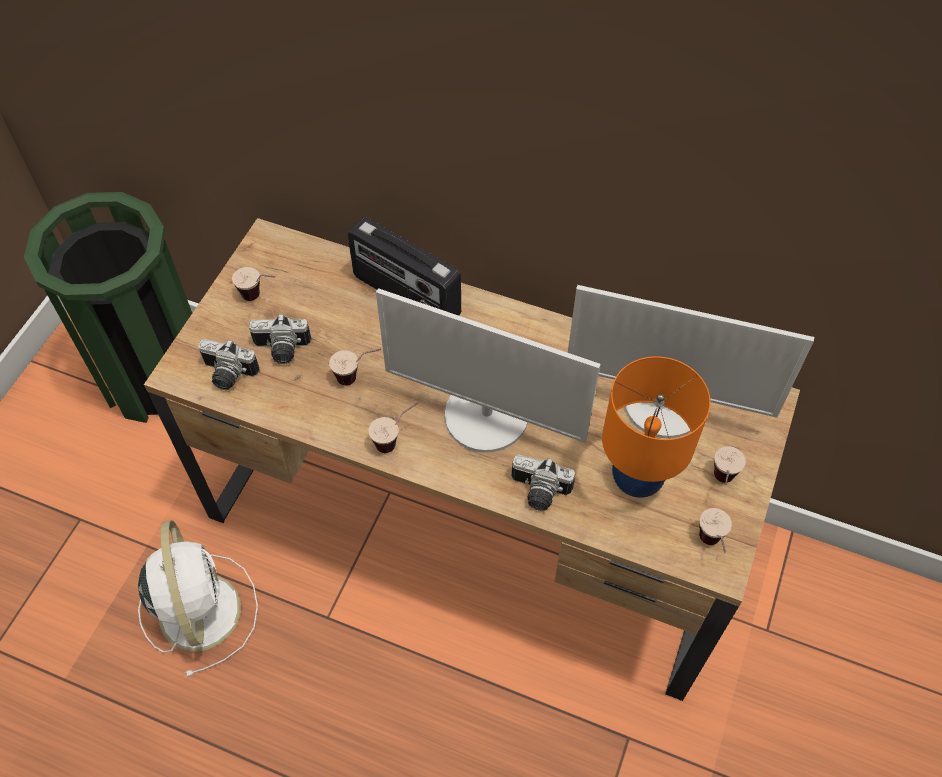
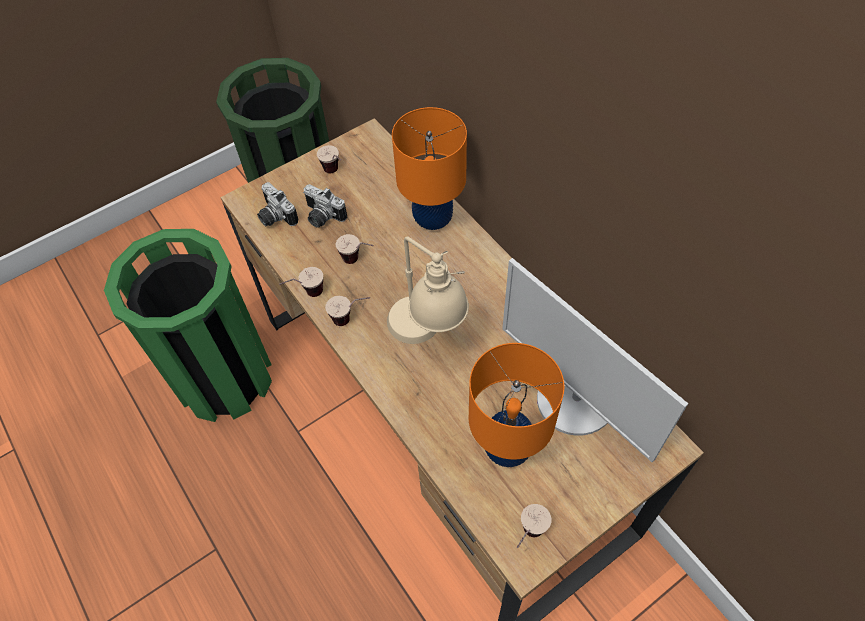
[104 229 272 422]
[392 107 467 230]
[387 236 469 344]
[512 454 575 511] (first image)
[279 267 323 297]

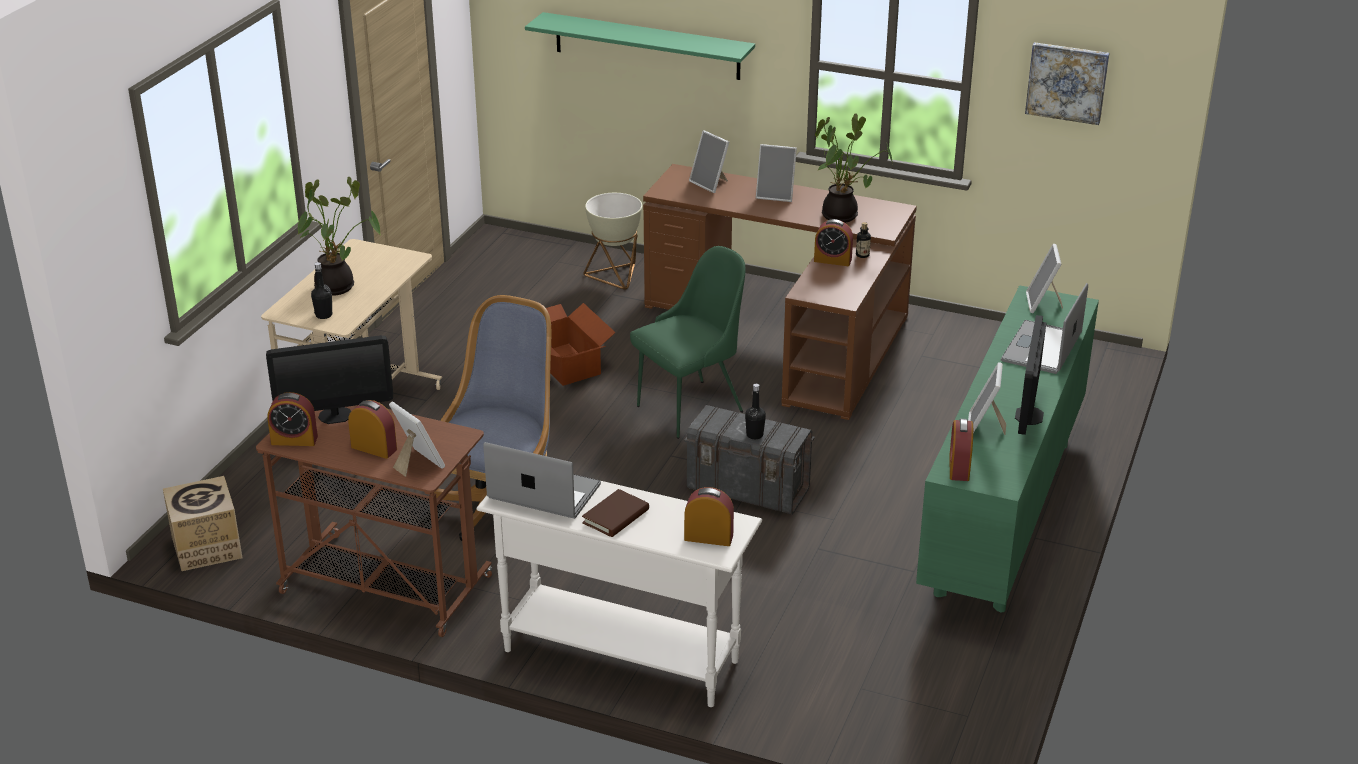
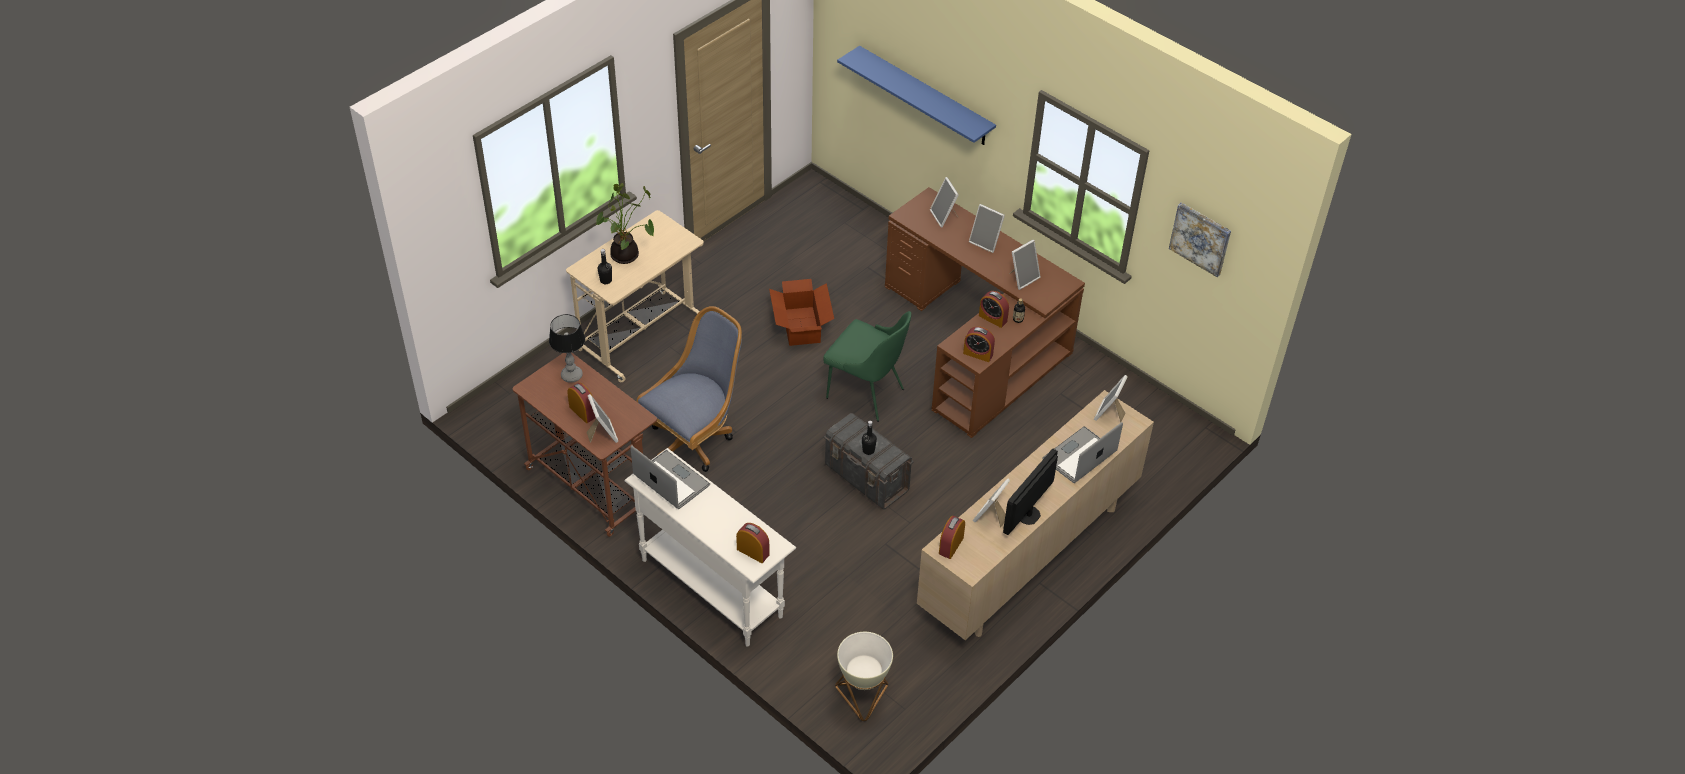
[163 476 242 571] (first image)
[549 314 585 383]
[963 326 995 362]
[837 46 996 145]
[582 489 649 537] (first image)
[835 632 893 721]
[823 311 911 422]
[1009 240 1041 290]
[917 390 1154 640]

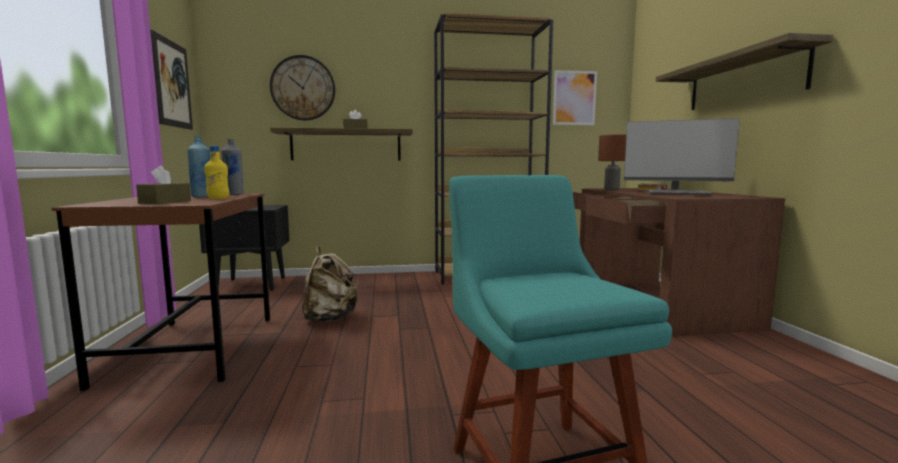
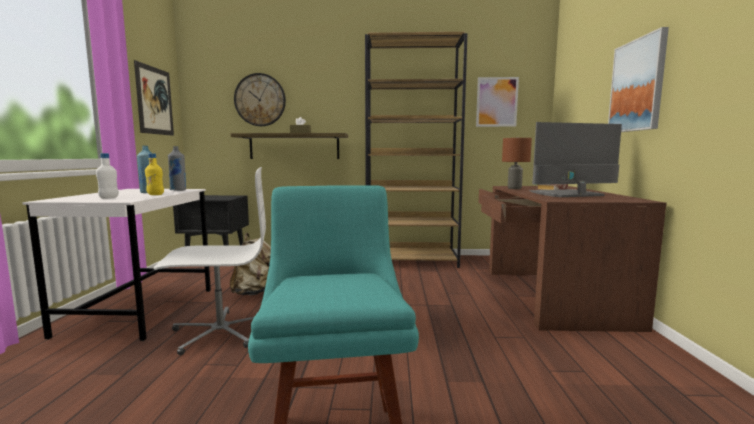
[22 189 211 341]
[96 153 119 199]
[529 122 622 197]
[608 27 669 132]
[154 167 266 355]

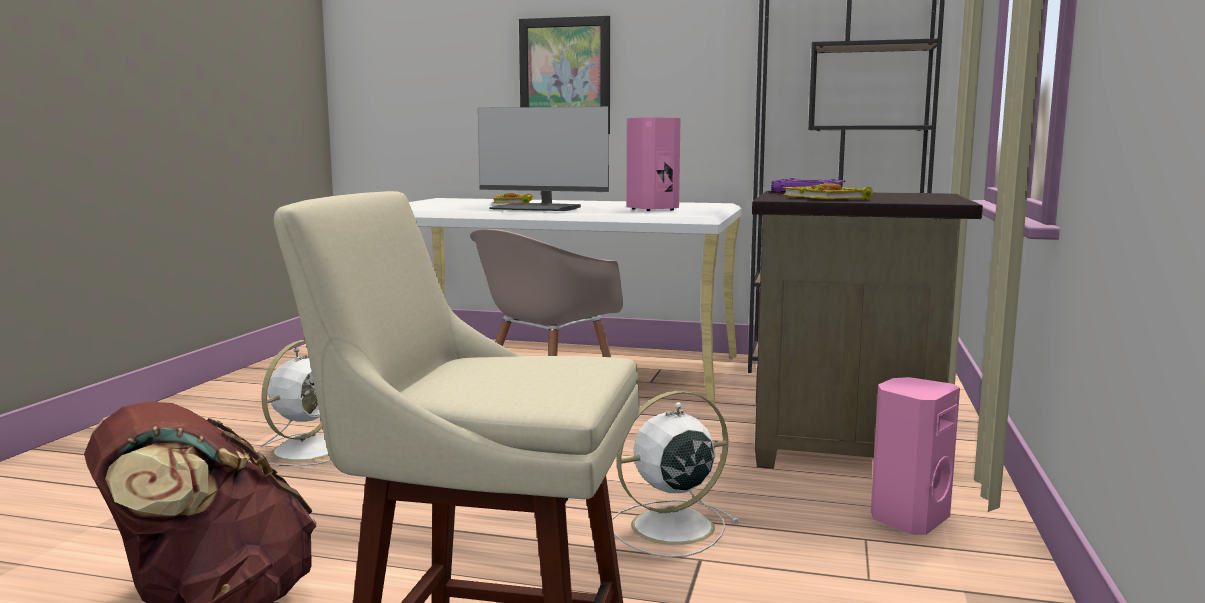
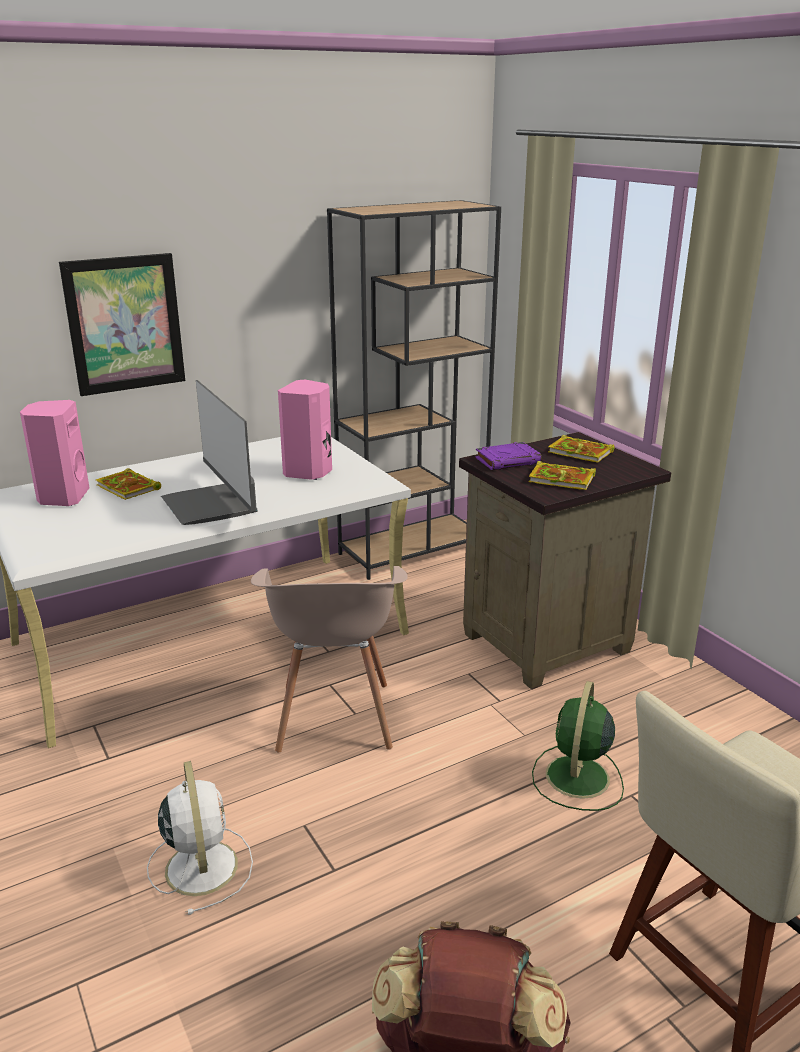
[161 380 257 525]
[532 681 624 811]
[20 400 89 506]
[548 435 614 463]

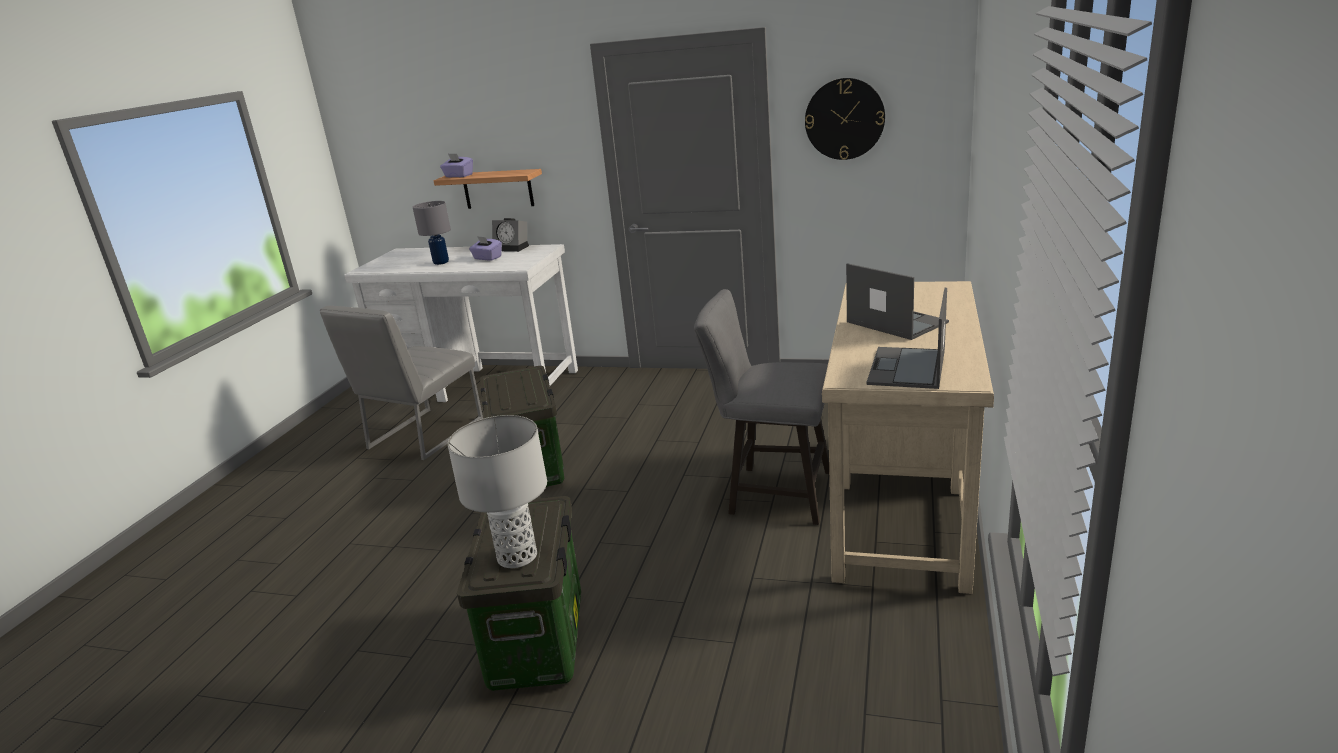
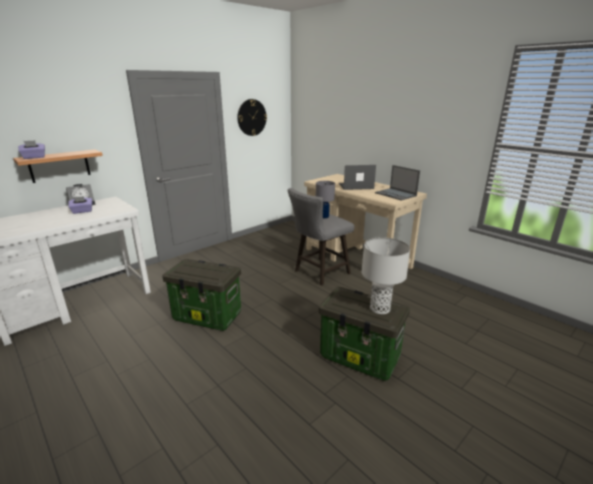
[320 306 483 460] (first image)
[316 181 335 218]

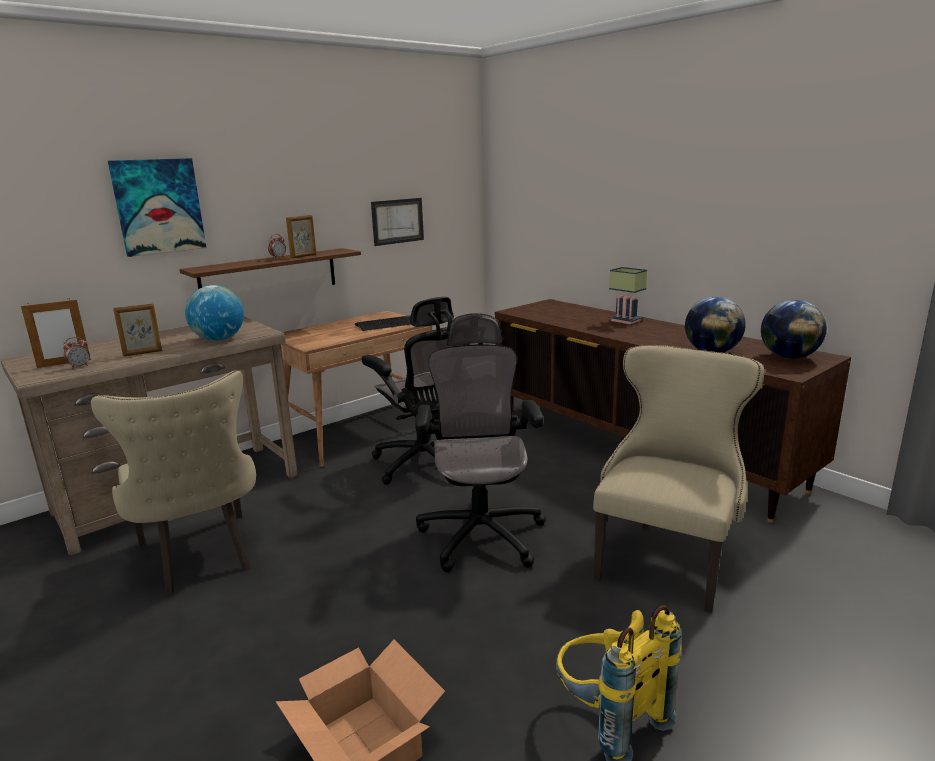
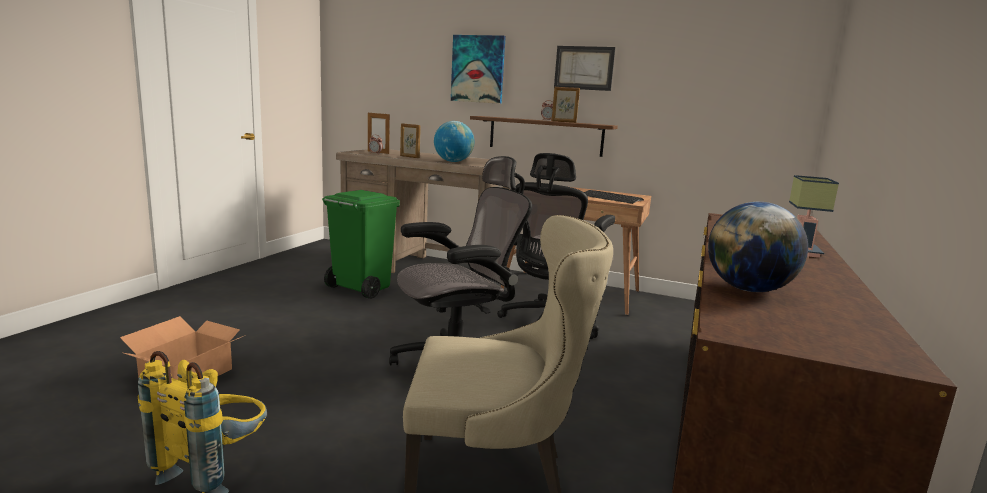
[322 190 400 299]
[554 46 616 91]
[761 300 827 359] (first image)

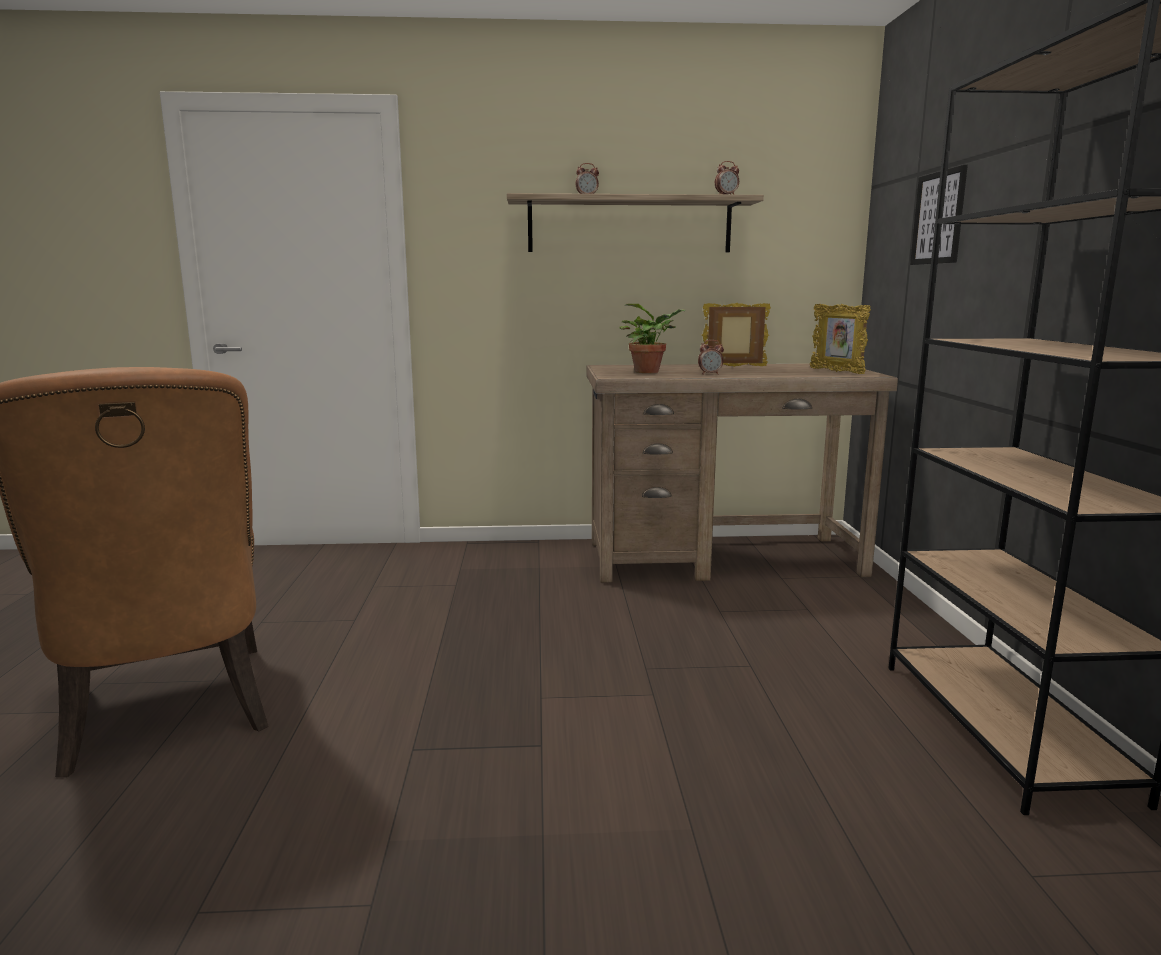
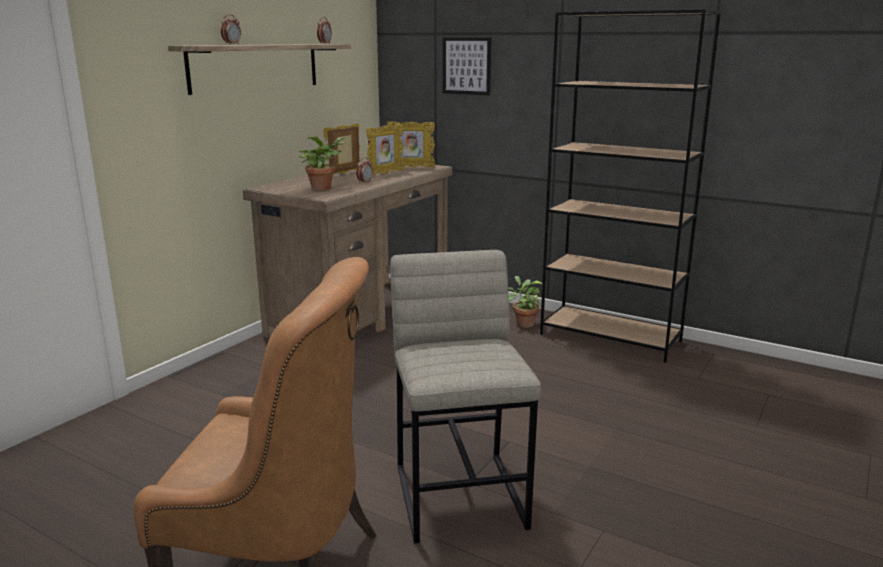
[366 124 404 175]
[390 250 541 543]
[508 276 542 328]

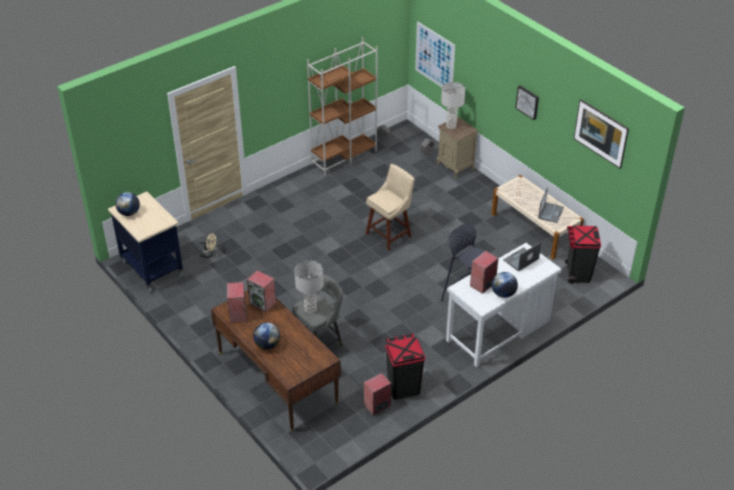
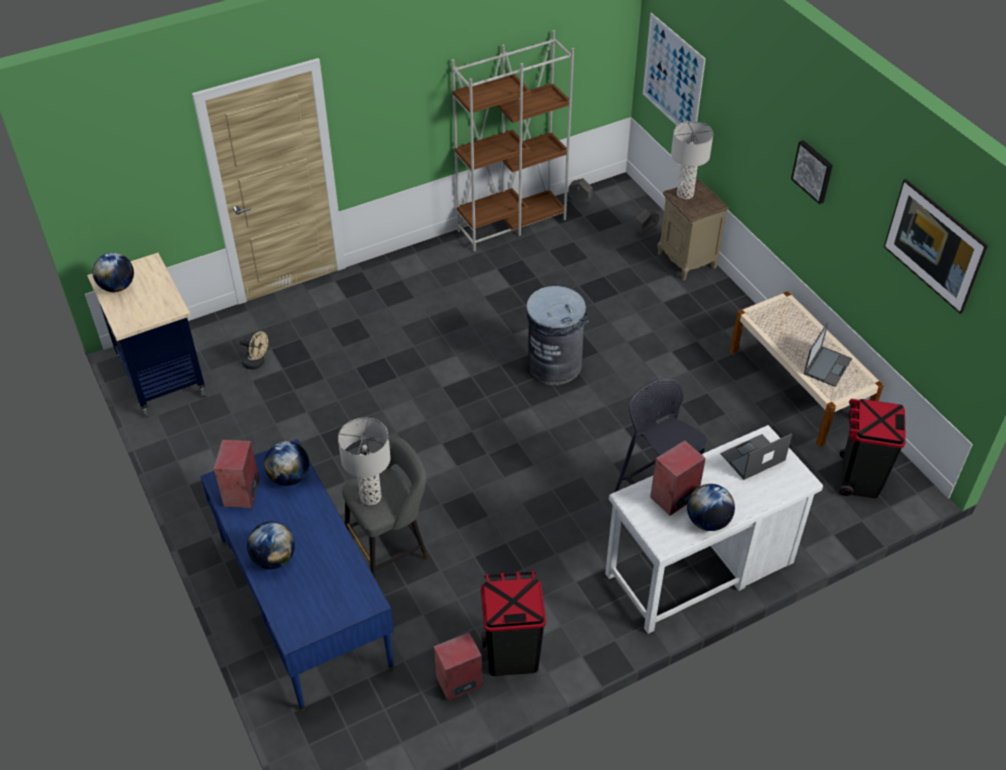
[200 439 394 711]
[264 441 309 486]
[526 286 589 385]

